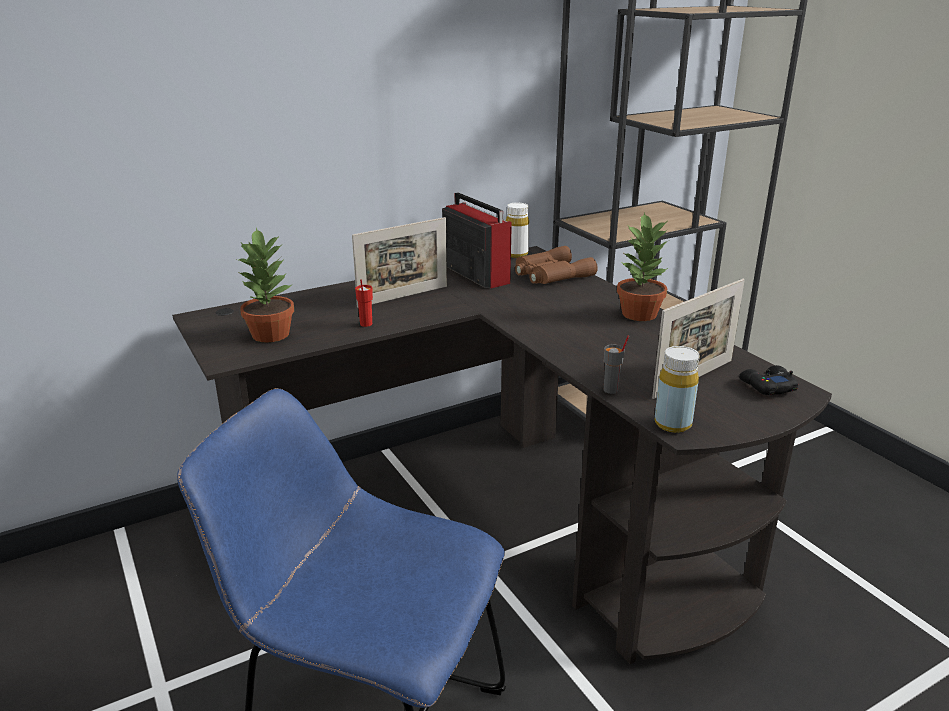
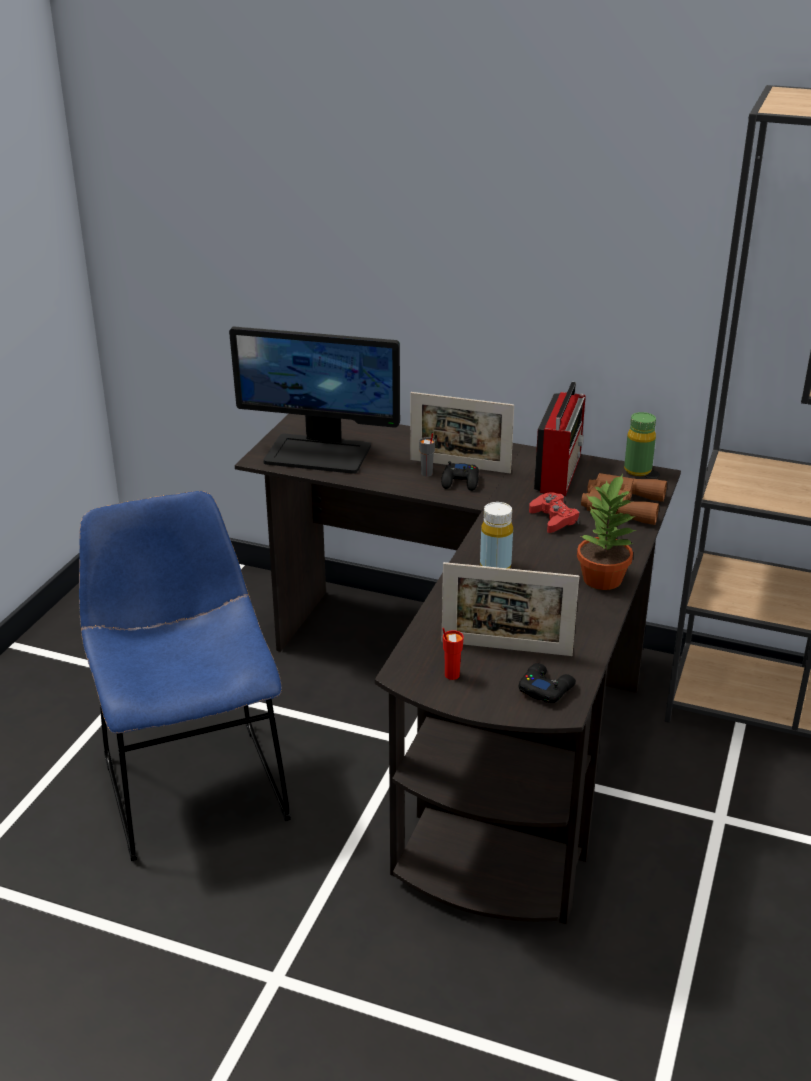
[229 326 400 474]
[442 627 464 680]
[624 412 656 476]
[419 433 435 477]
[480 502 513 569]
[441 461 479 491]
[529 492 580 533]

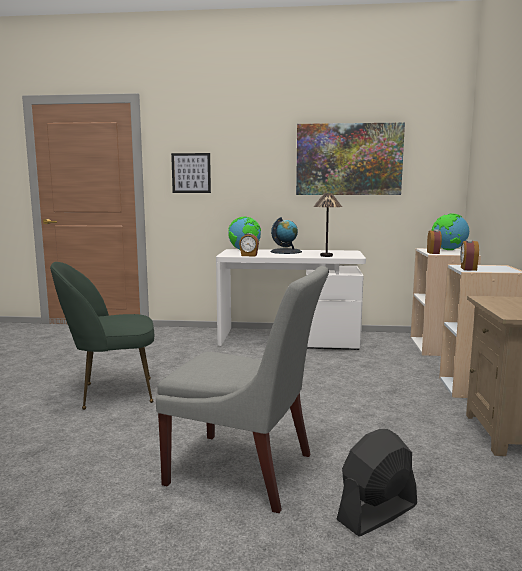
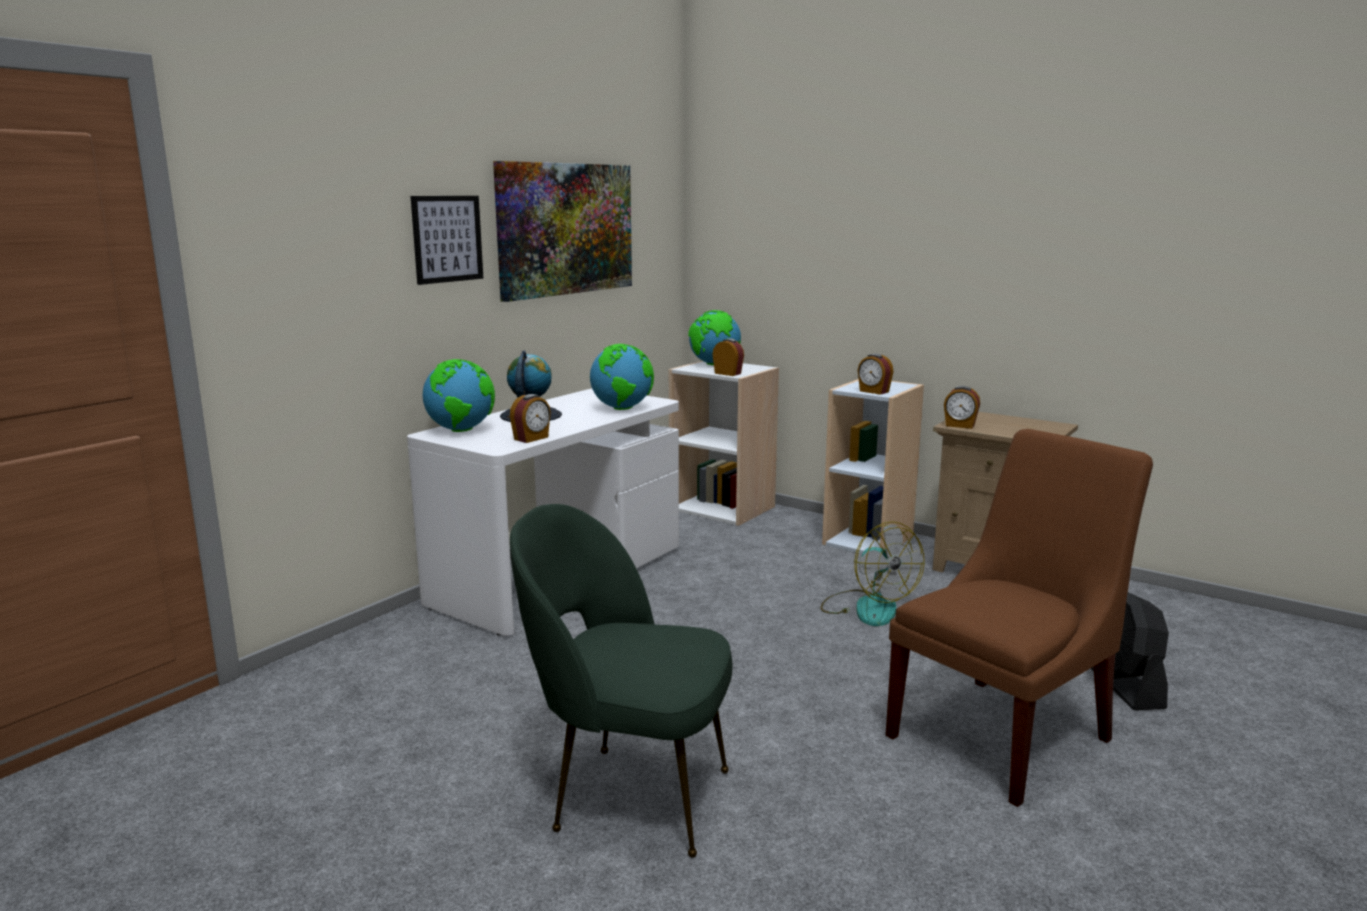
[510 504 732 858]
[885 429 1153 807]
[411 196 483 285]
[590 344 654 410]
[820 521 925 626]
[944 386 980 429]

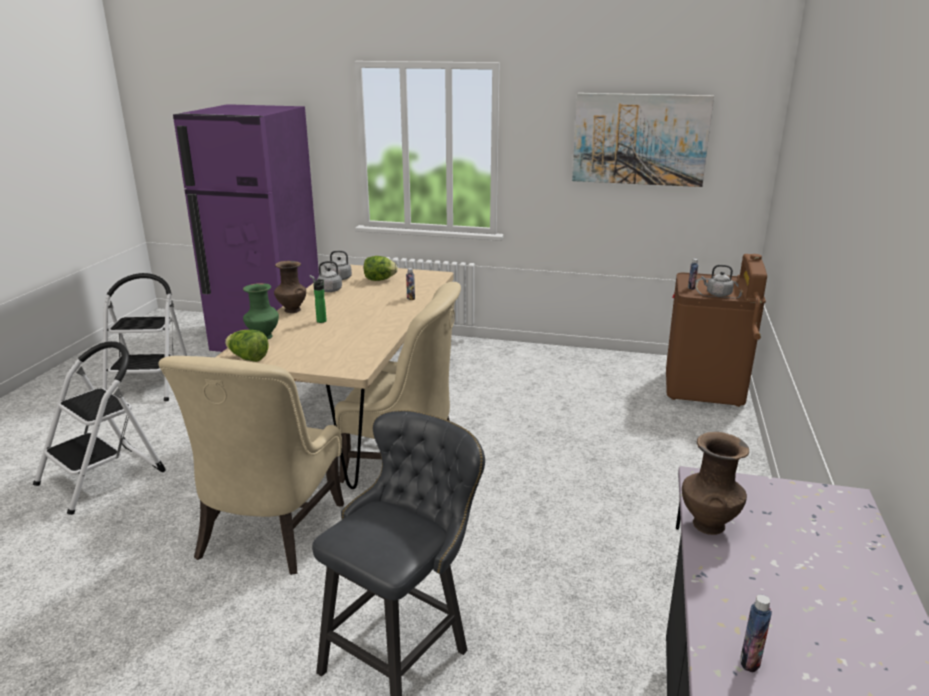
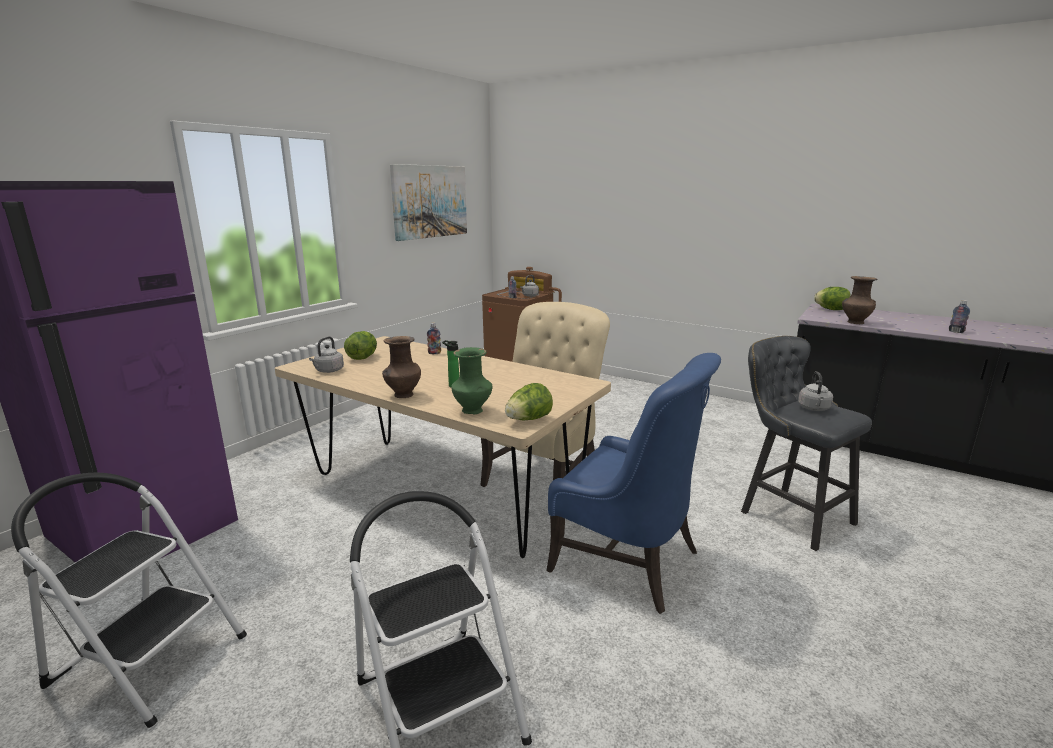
[546 353 721 614]
[798 371 833 411]
[814 287 851 310]

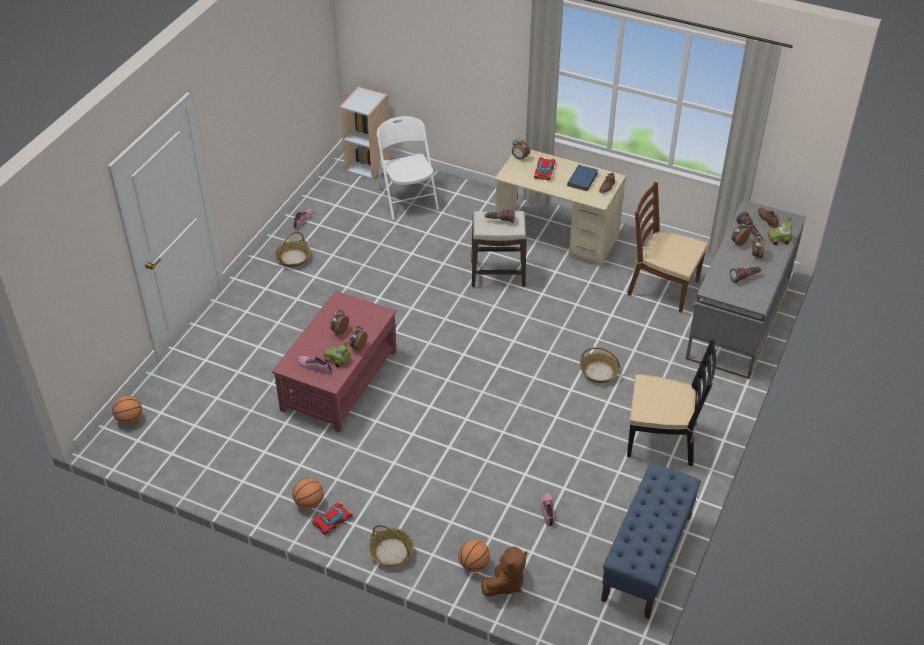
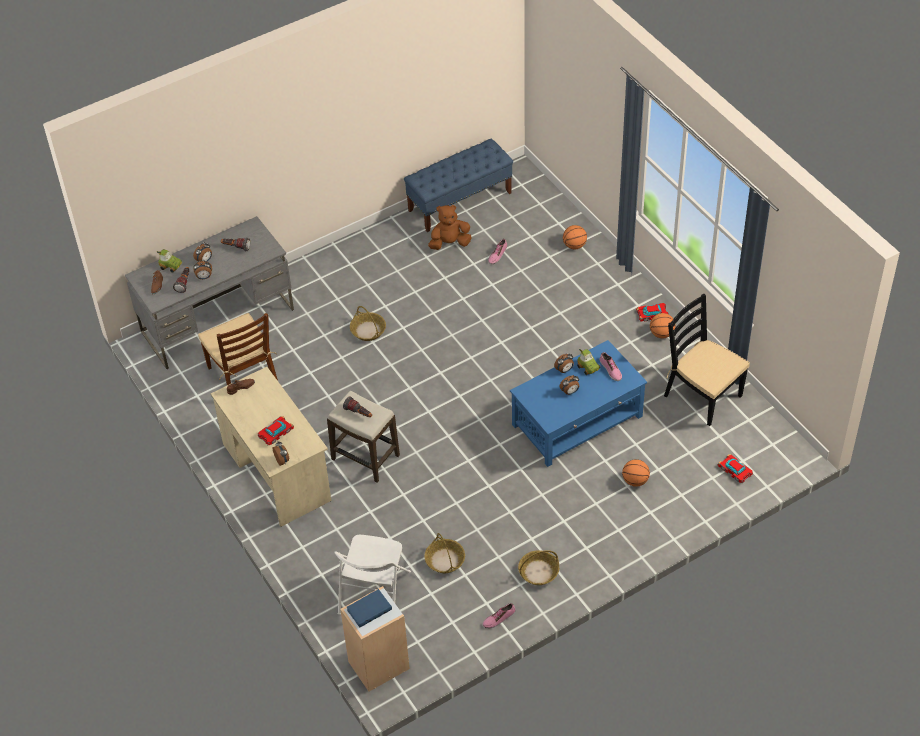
[622 459 650 487]
[510 340 647 467]
[424 533 465 573]
[428 205 472 250]
[347 589 392 628]
[664 294 750 426]
[718 454 753 483]

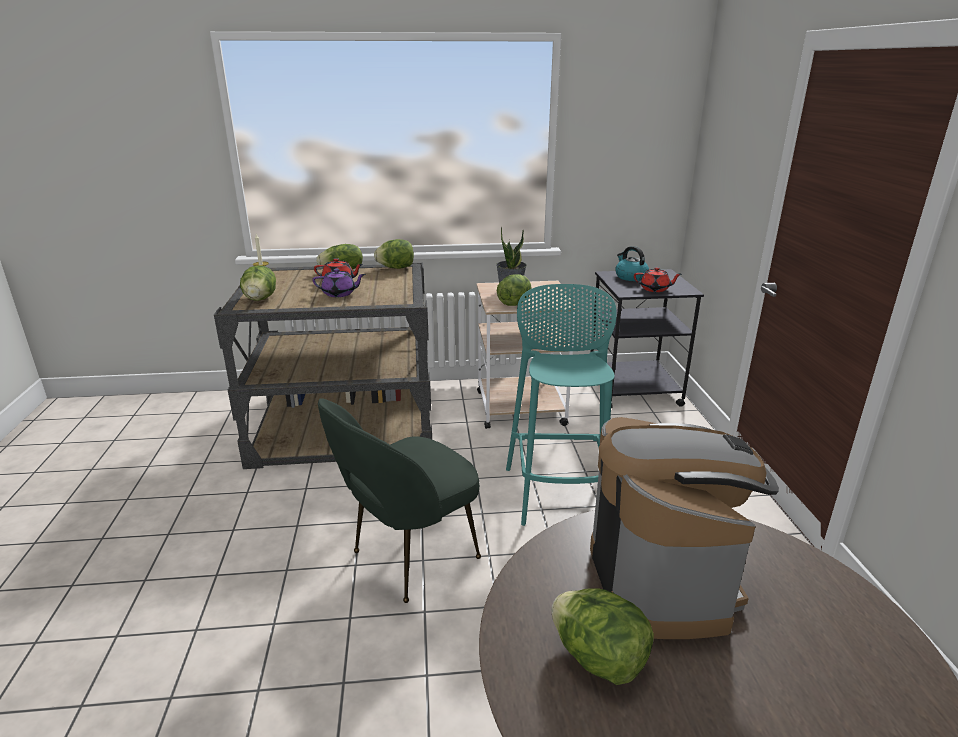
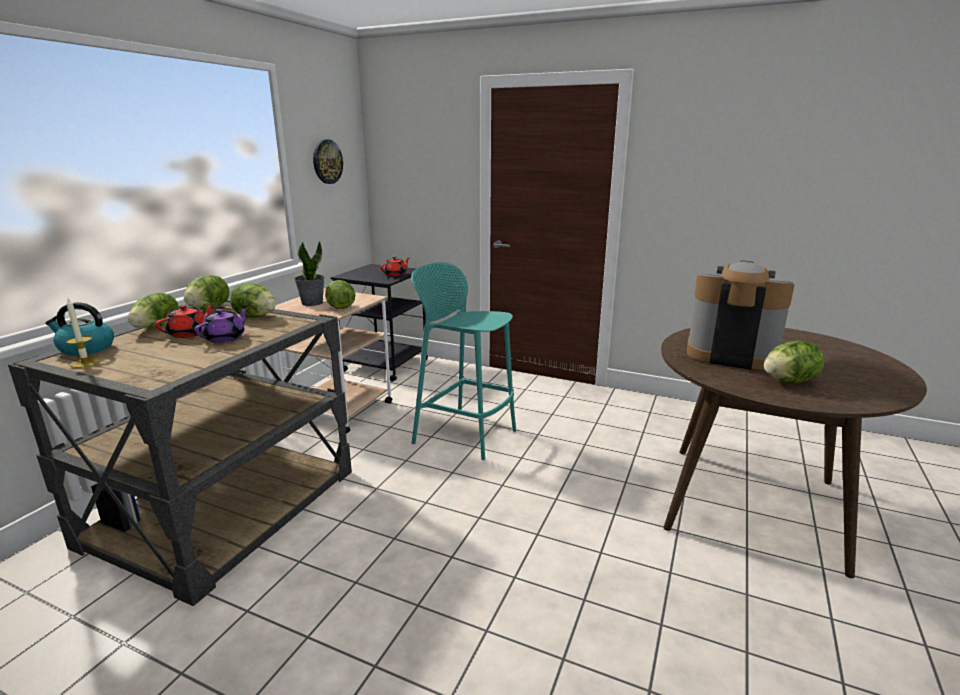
[230 283 276 318]
[318 398 481 603] (first image)
[45 302 114 356]
[313 139 343 184]

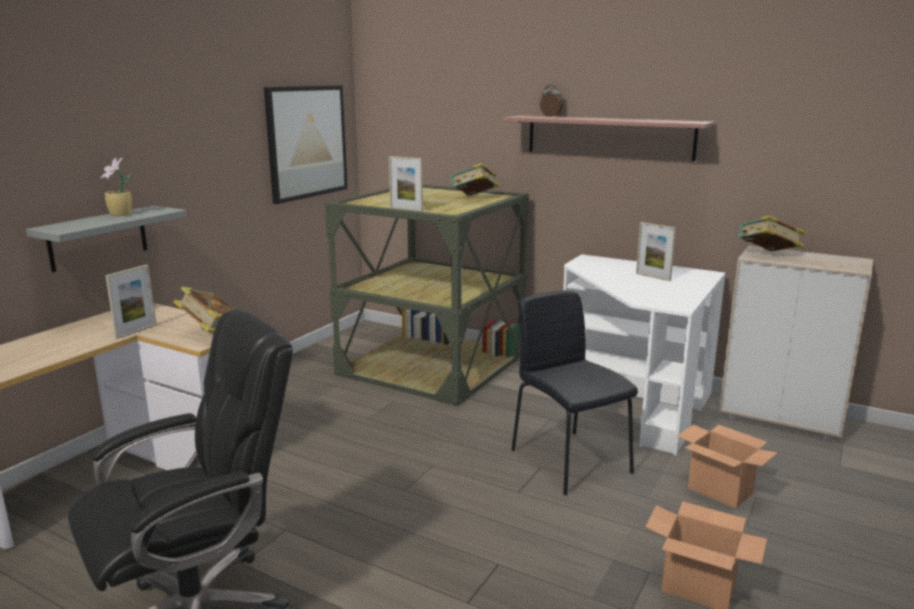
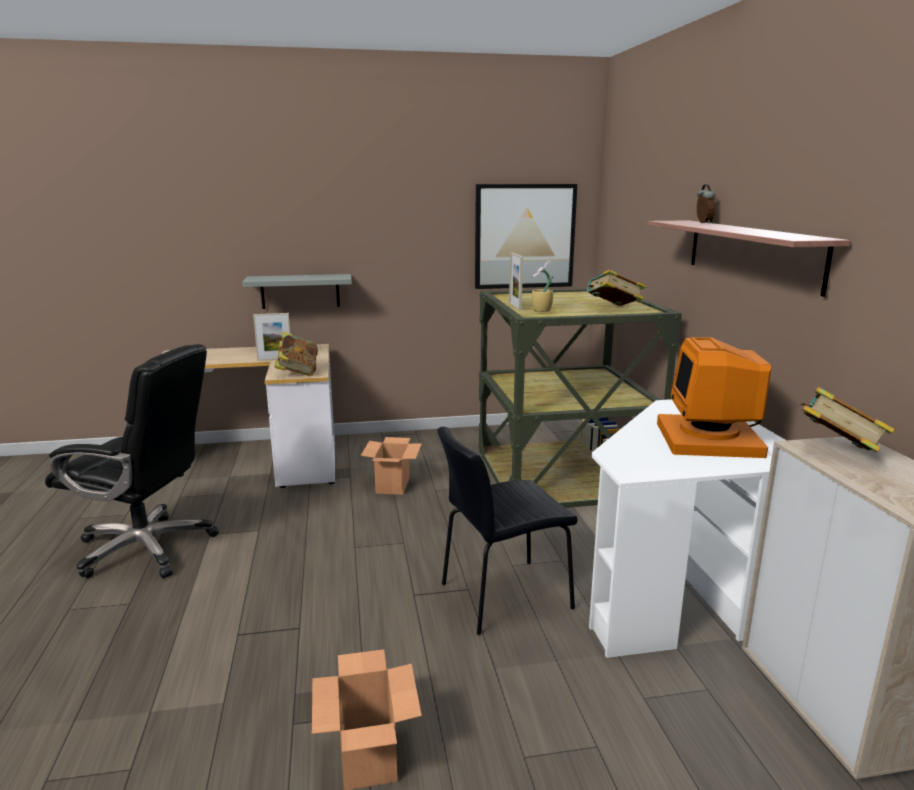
[532 260 553 312]
[437 427 578 635]
[657 337 771 458]
[361 437 421 495]

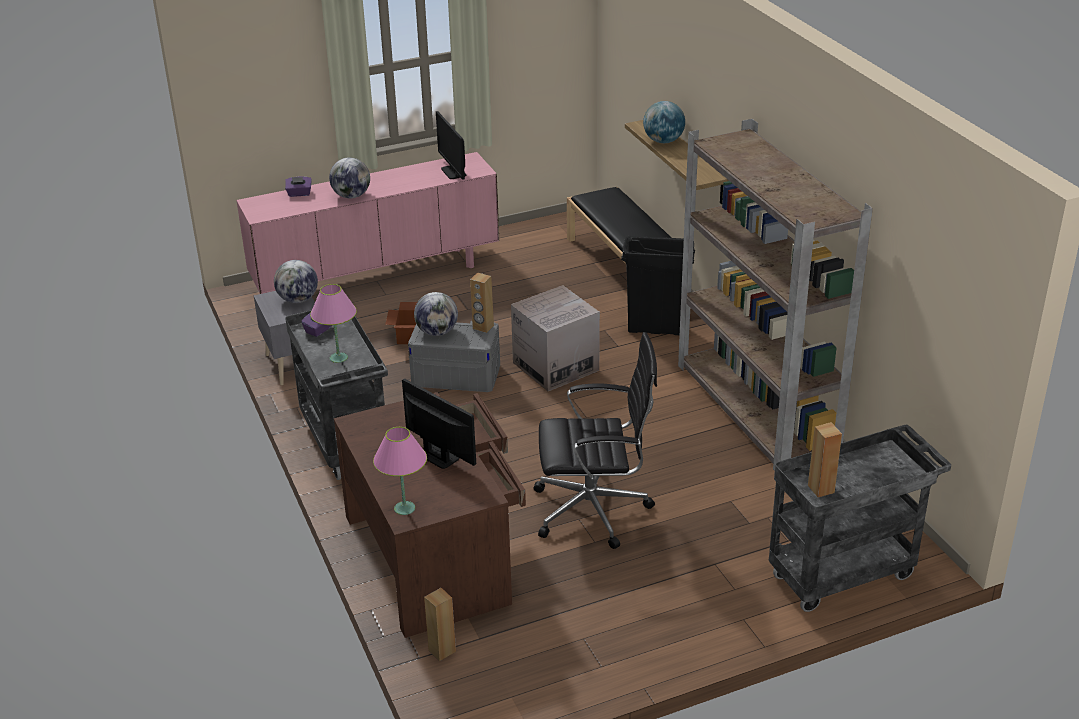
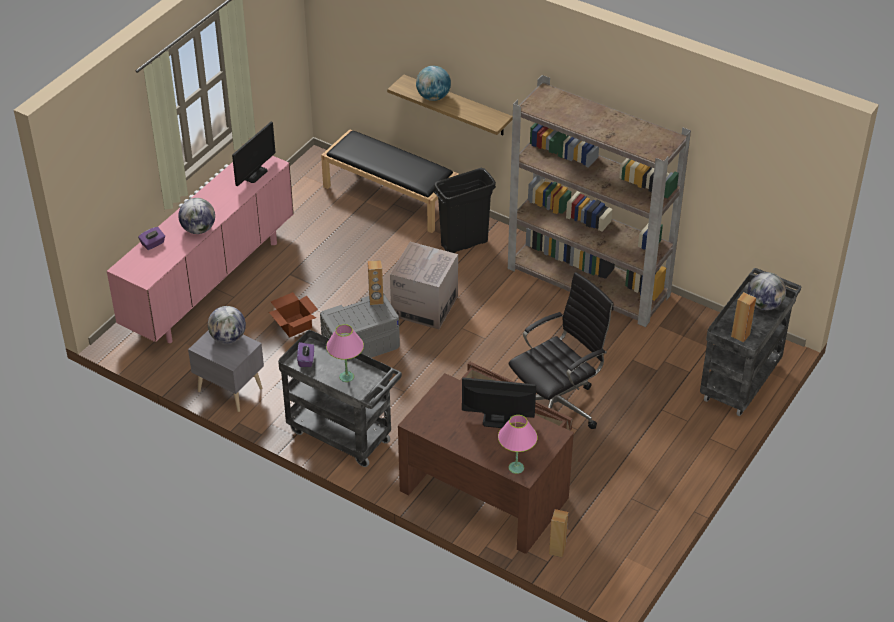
[748 272 786 310]
[232 122 276 186]

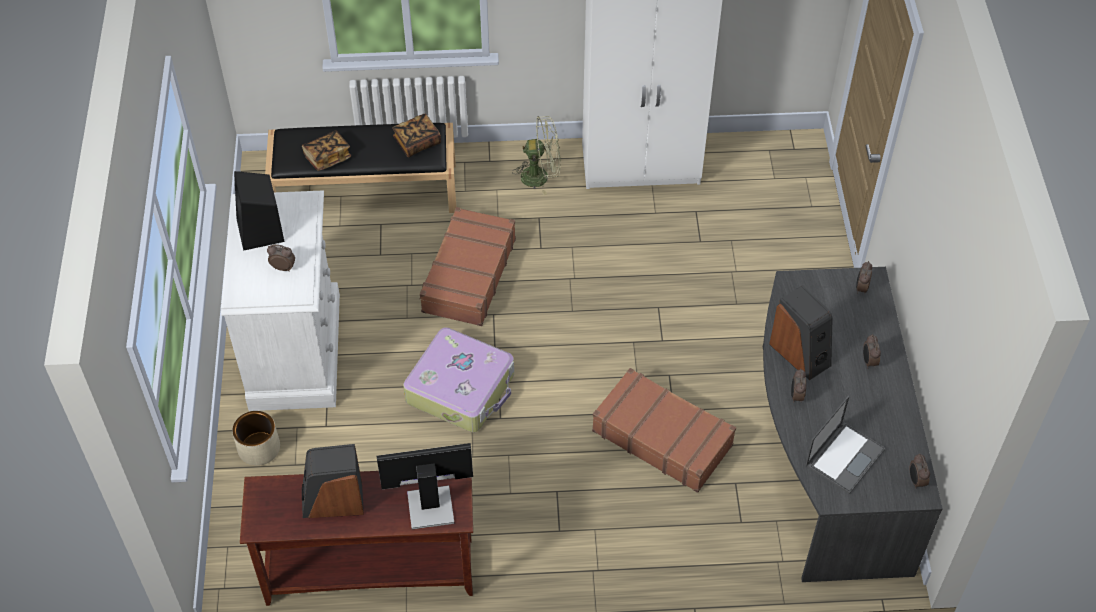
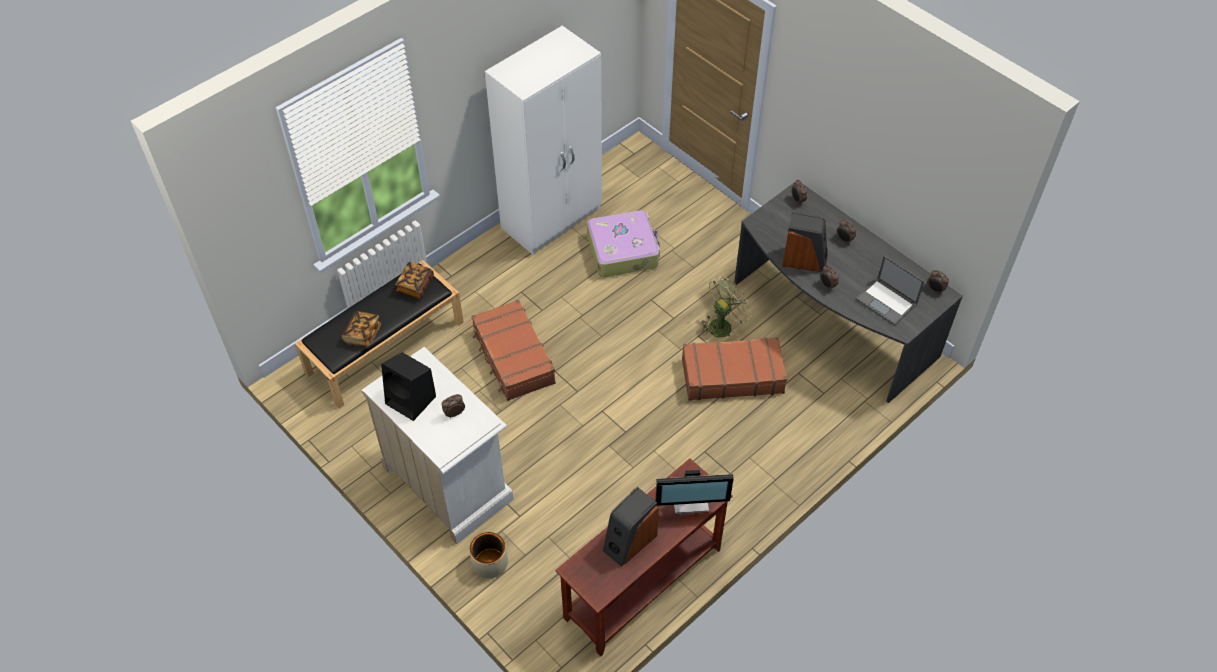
[655 470 734 514]
[587 210 660 277]
[701 276 753 337]
[855 256 924 326]

